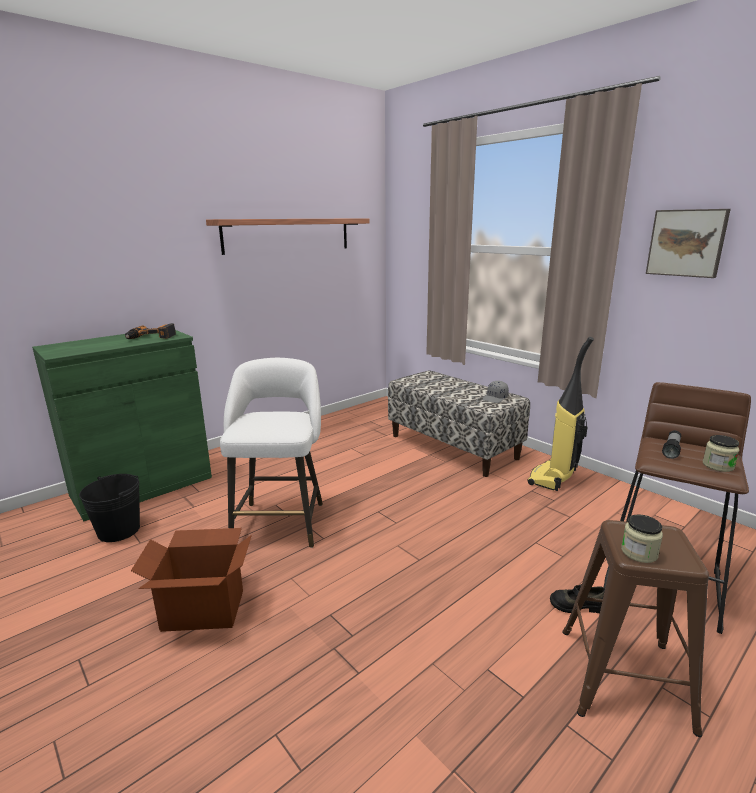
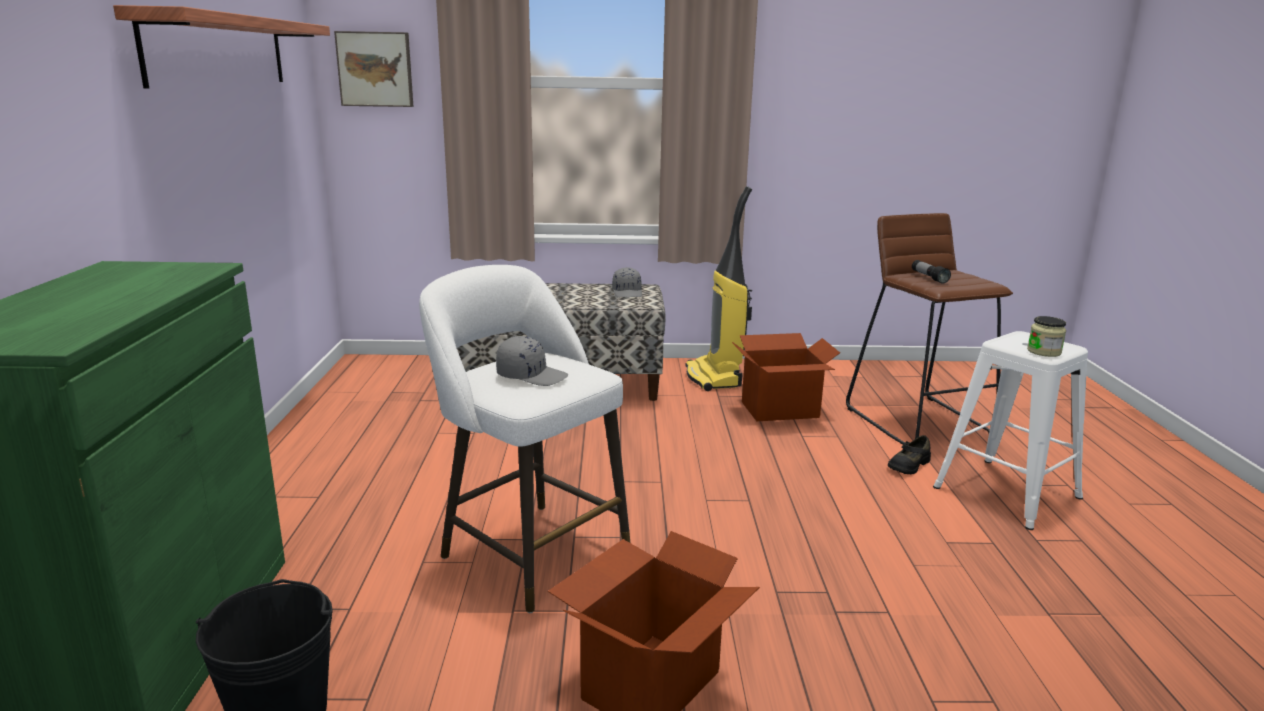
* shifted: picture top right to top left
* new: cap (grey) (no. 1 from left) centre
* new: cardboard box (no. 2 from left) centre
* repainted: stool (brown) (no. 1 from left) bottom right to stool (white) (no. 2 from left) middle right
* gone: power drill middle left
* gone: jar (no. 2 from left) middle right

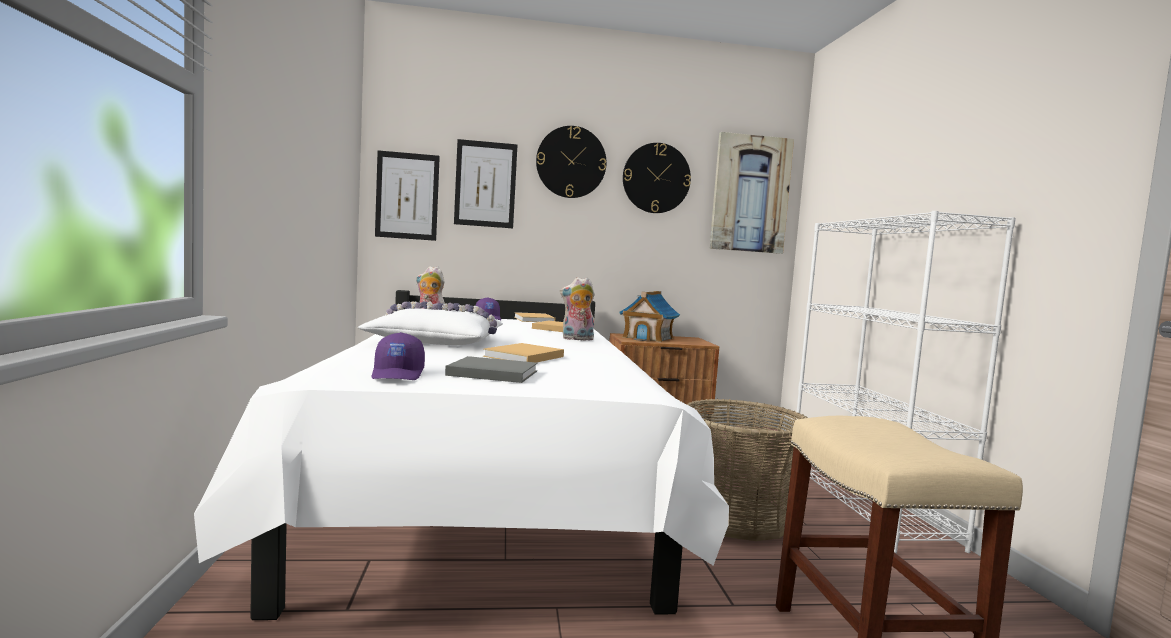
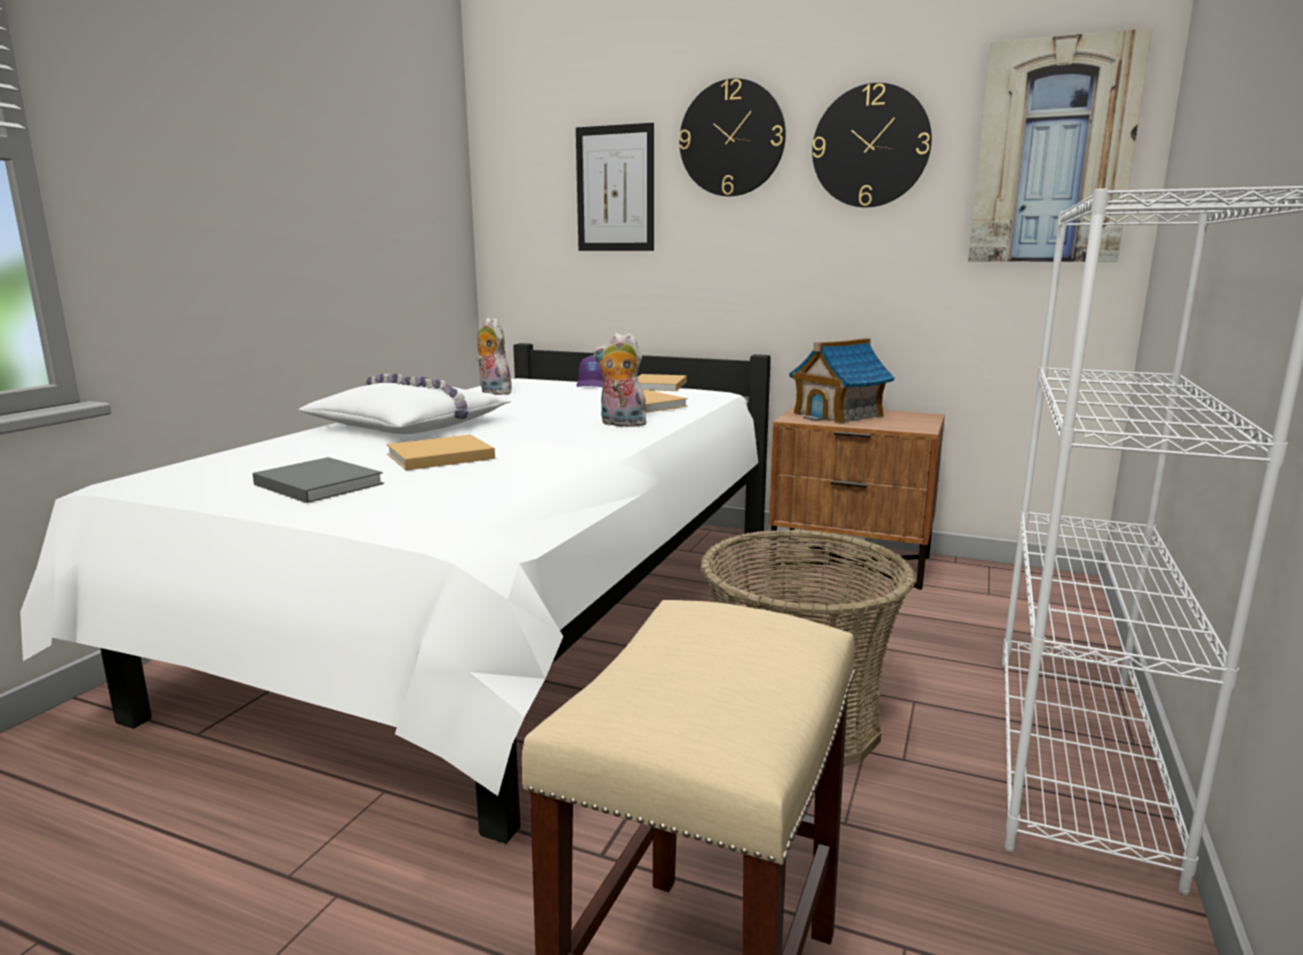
* gone: cap (purple) (no. 1 from left) centre
* gone: picture (no. 1 from left) top centre

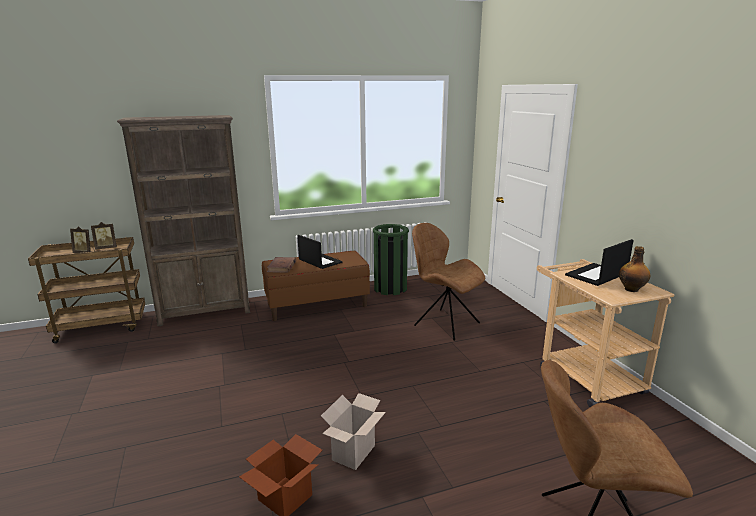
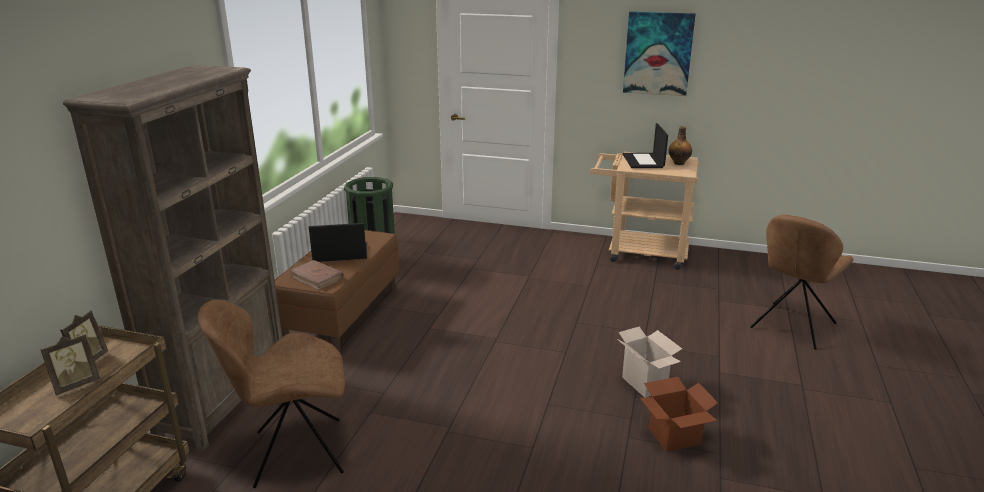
* shifted: chair (brown) (no. 1 from left) centre to bottom left
* new: picture top right

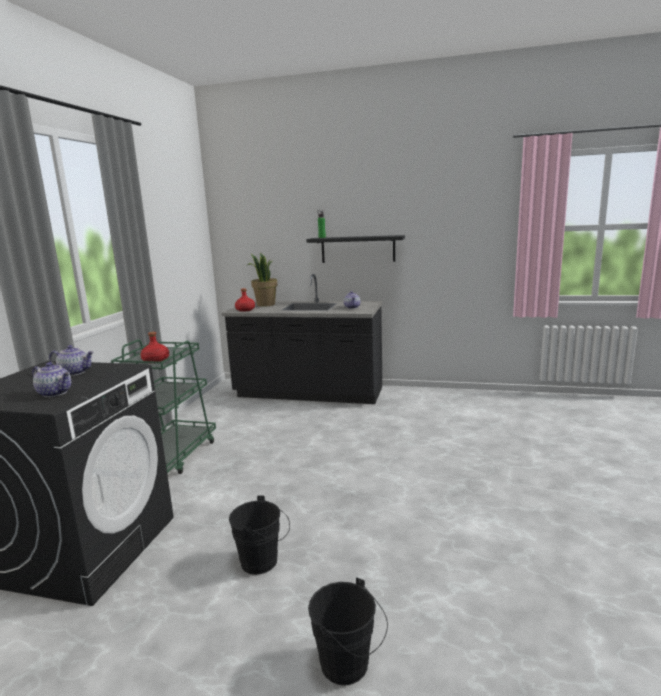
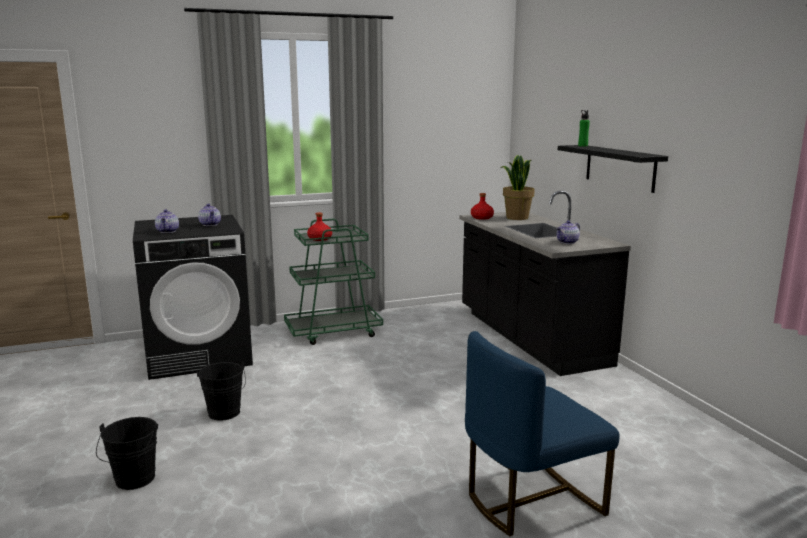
* new: chair (blue) bottom right

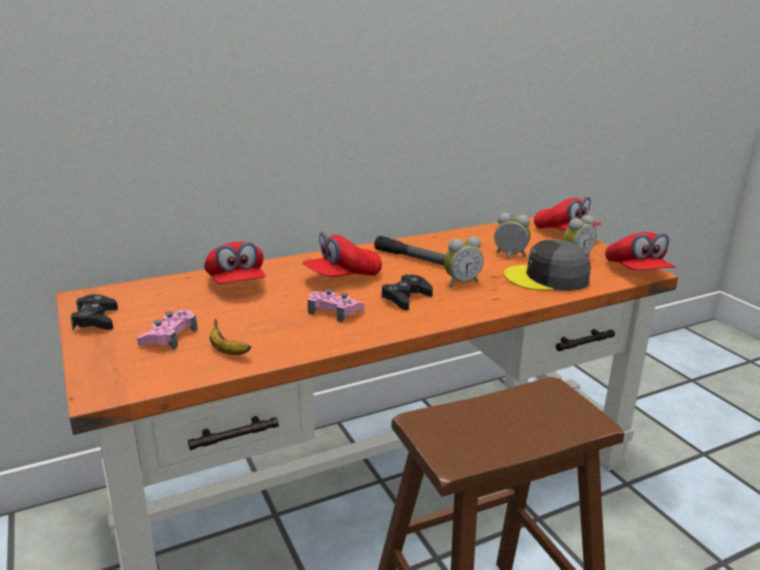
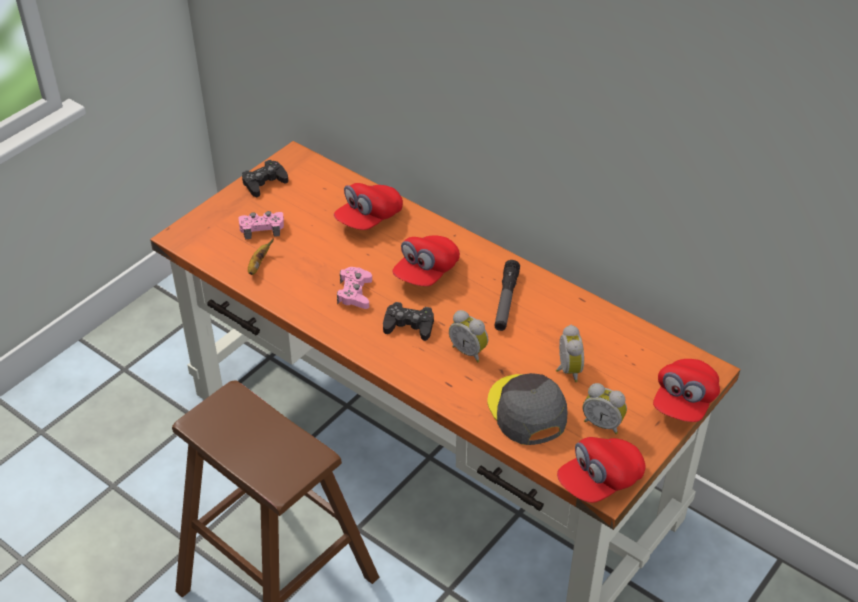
* rotated: cap (red) (no. 2 from left) centre = centre 90 degrees counterclockwise

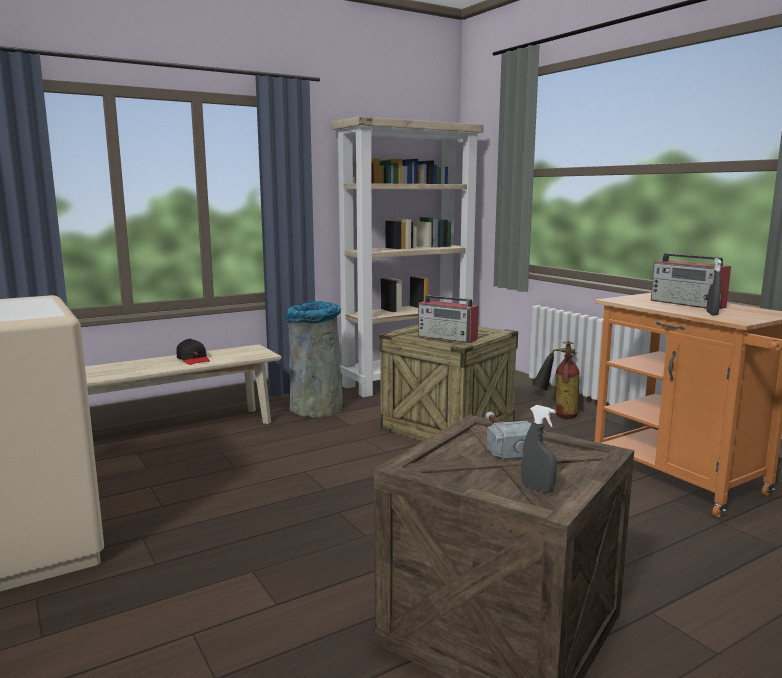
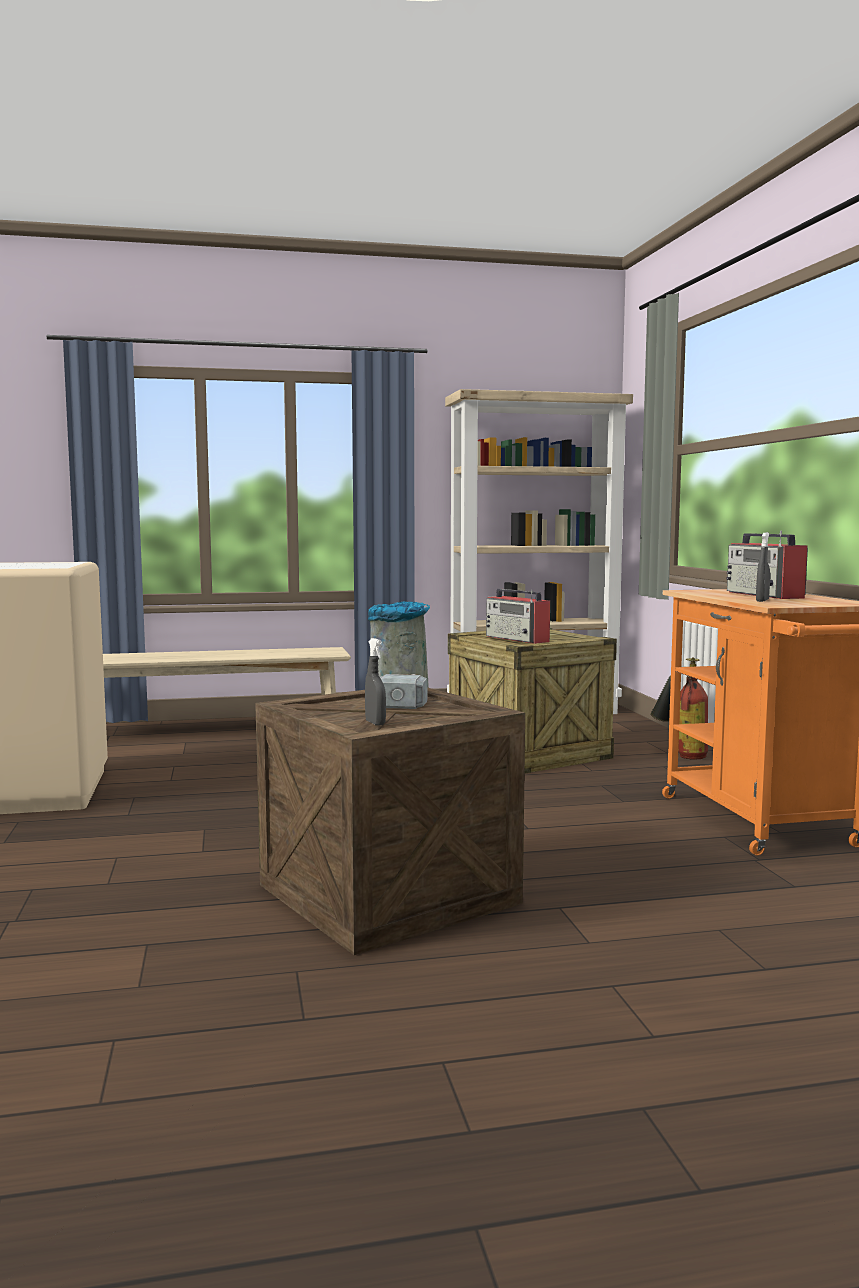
* gone: cap (black) middle left

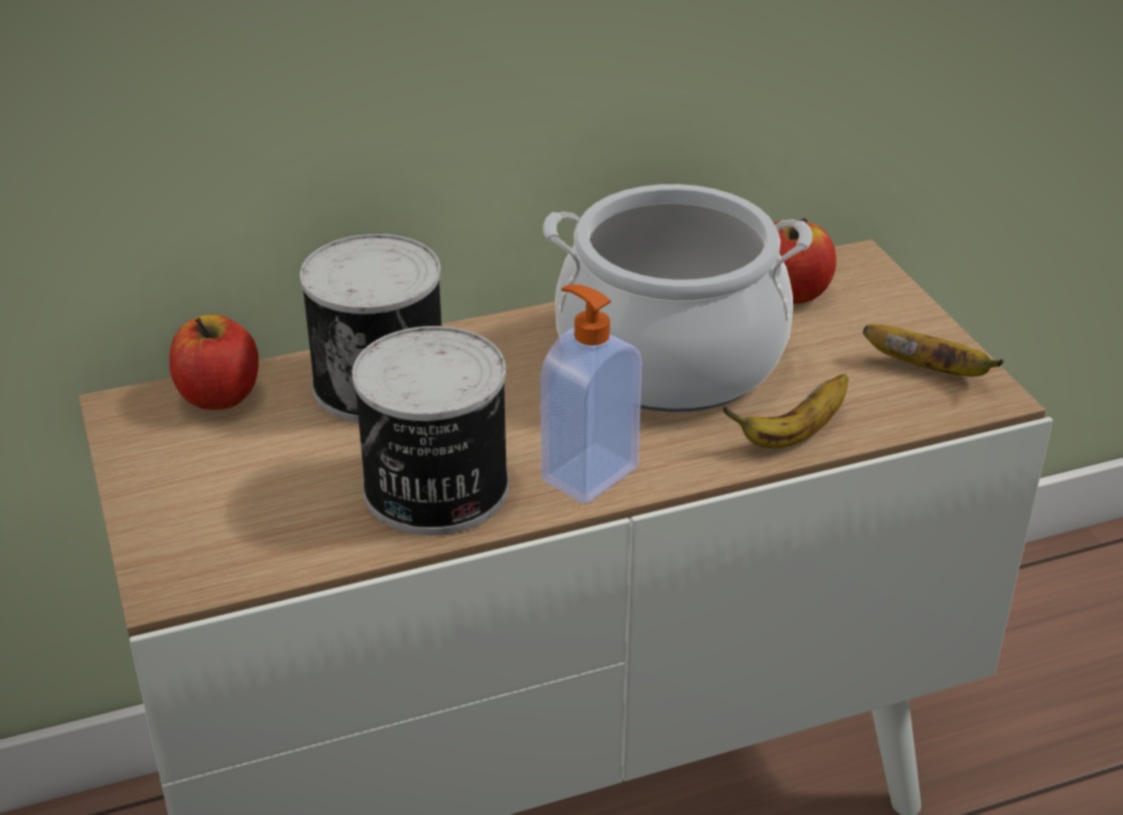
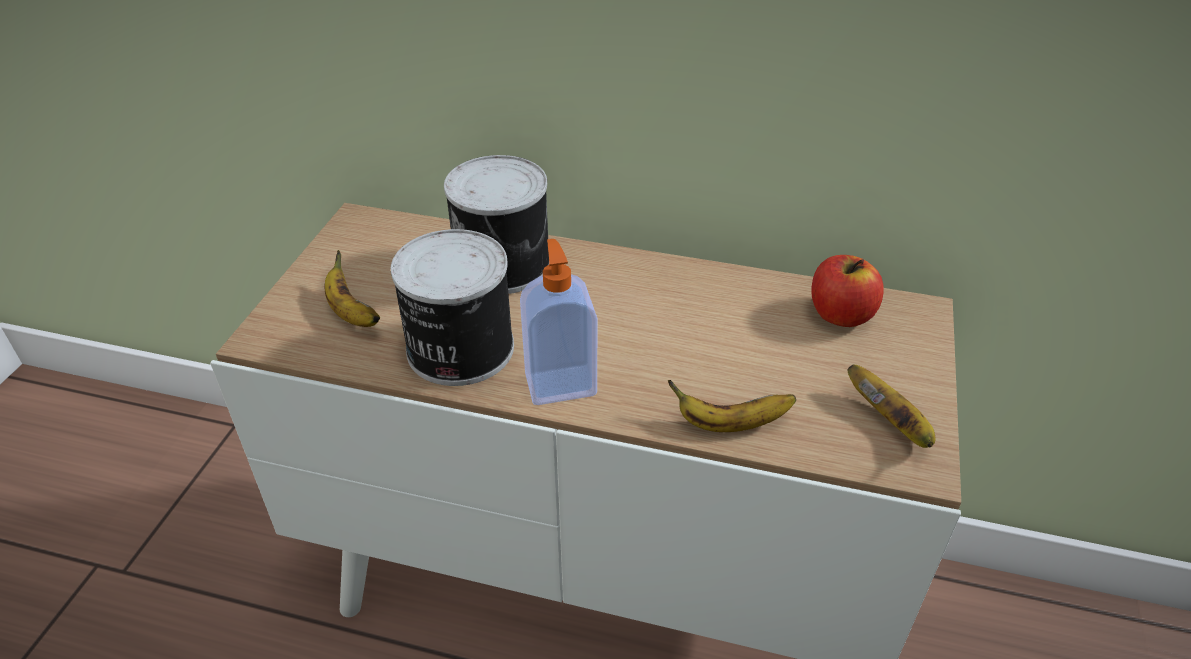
* new: banana (no. 1 from left) middle left
* gone: apple (no. 1 from left) middle left
* gone: cooking pot centre

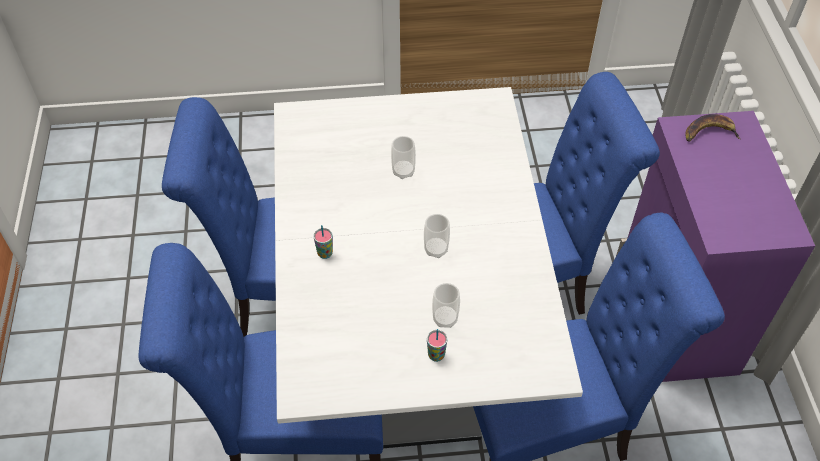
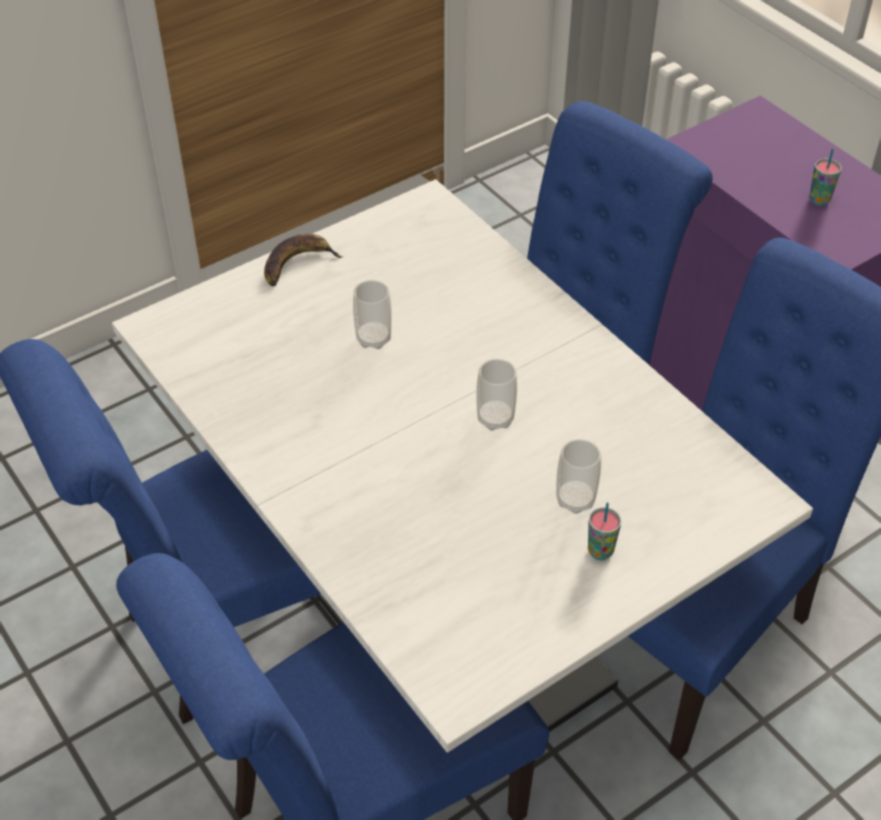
* shifted: banana top right to top centre
* shifted: cup (no. 1 from left in the first image) centre to cup (no. 5 from left) top right

